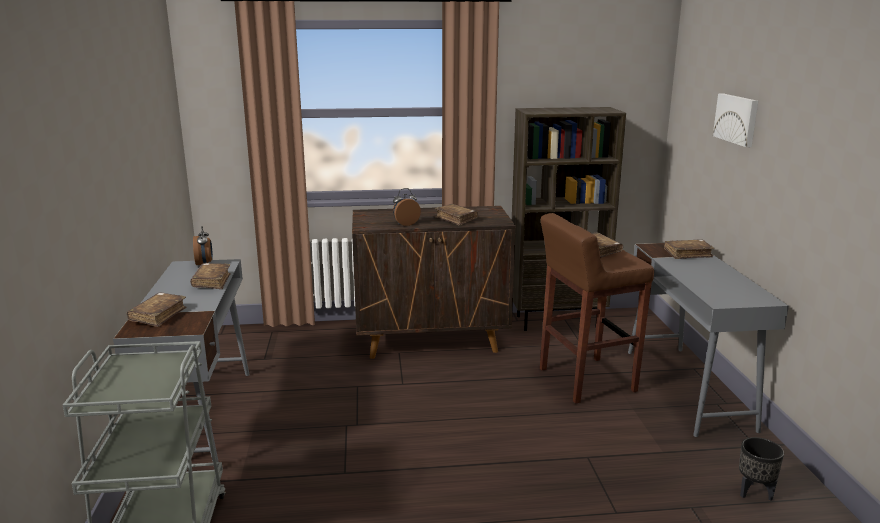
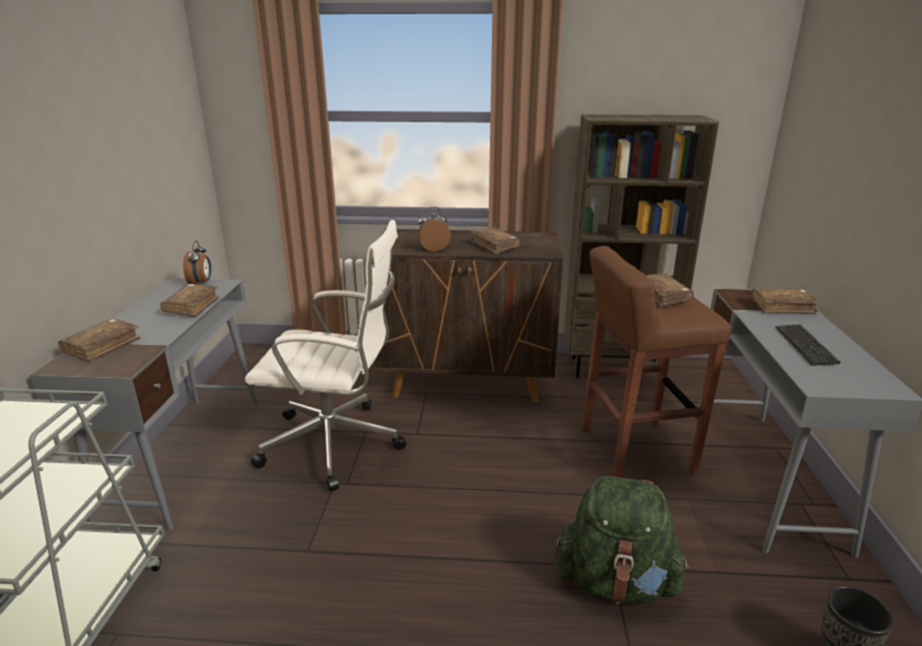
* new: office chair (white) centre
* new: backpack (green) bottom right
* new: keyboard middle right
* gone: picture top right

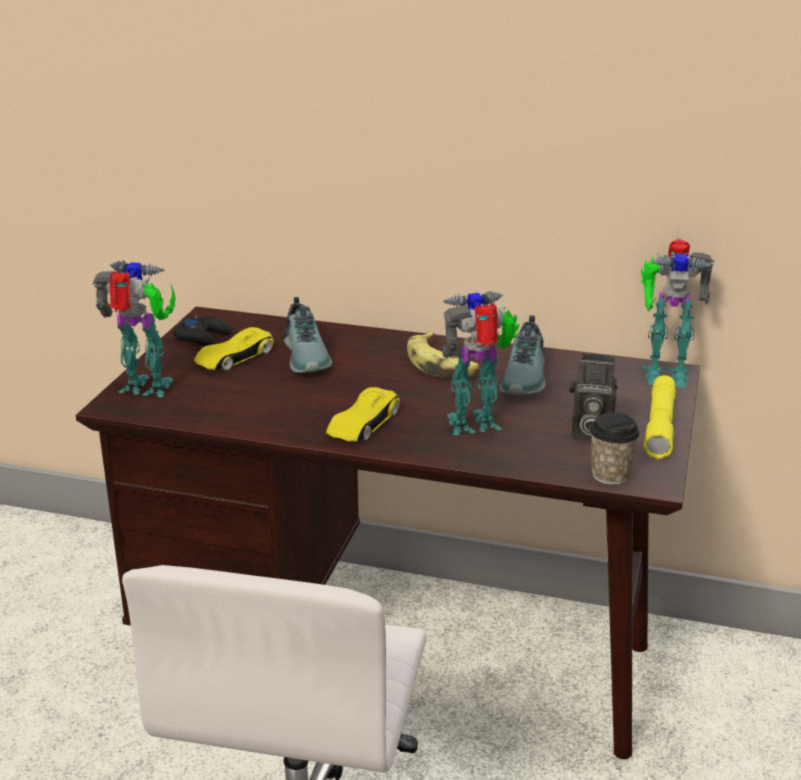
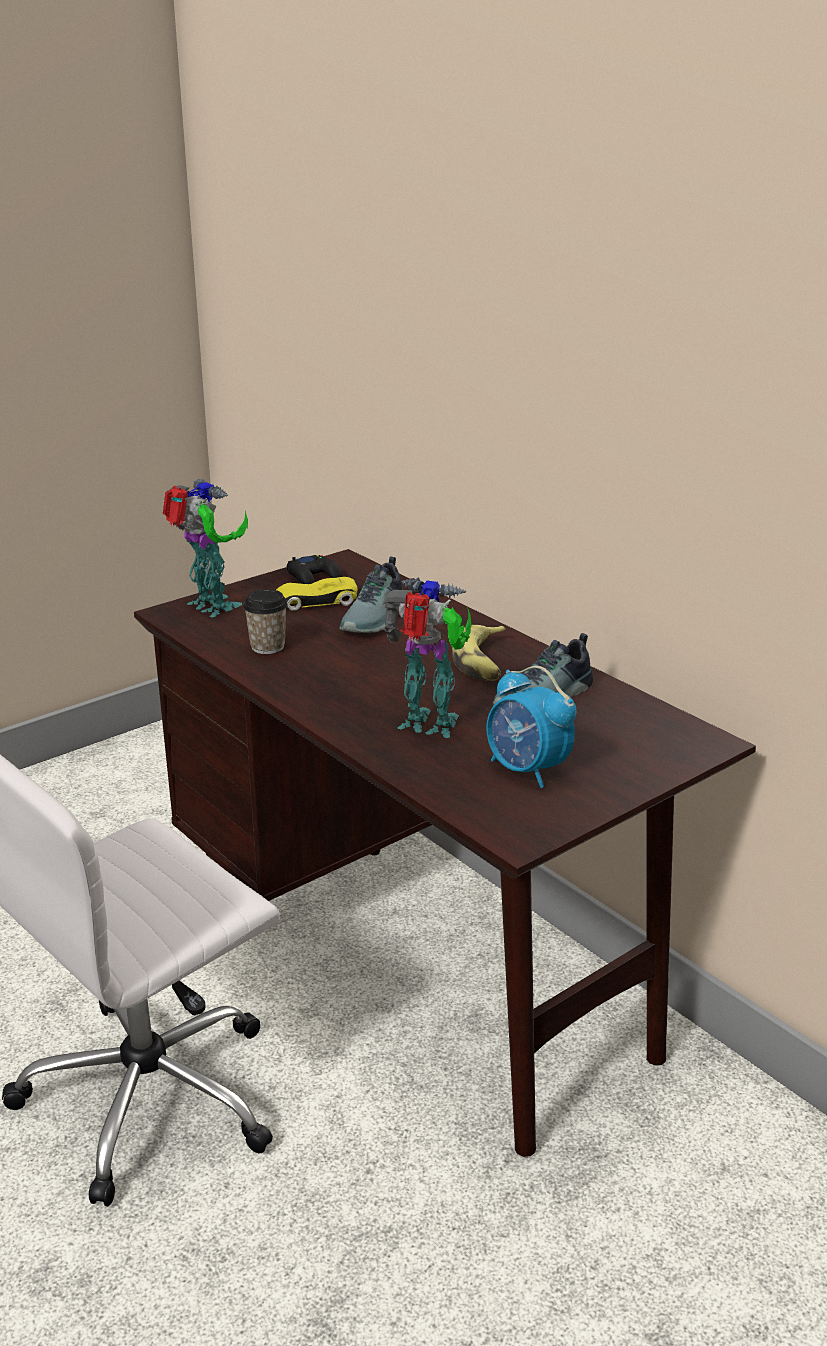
* shifted: cup middle right to middle left
* swapped: photo camera middle right to alarm clock centre
* gone: toy car (yellow) (no. 2 from left) centre
* gone: toy robot (no. 3 from left) middle right
* gone: flashlight (yellow) middle right

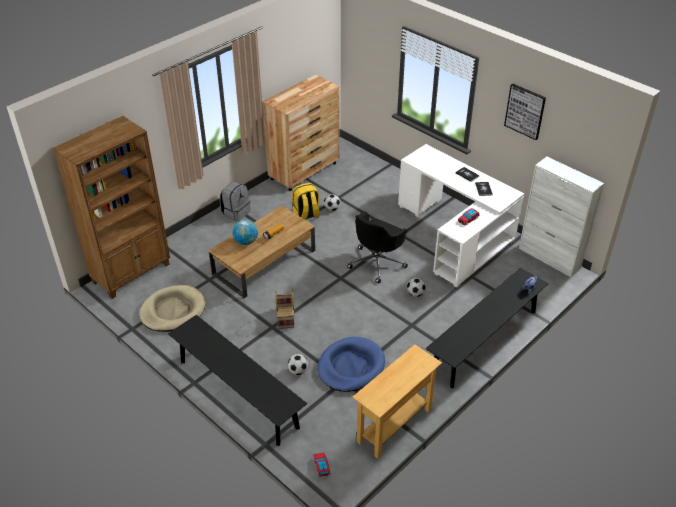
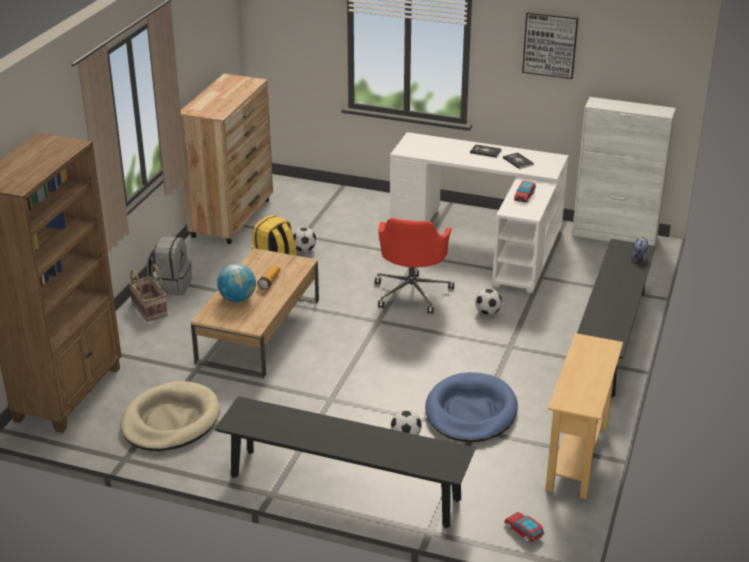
* shifted: basket centre to middle left
* repainted: office chair (black) centre to office chair (red) centre

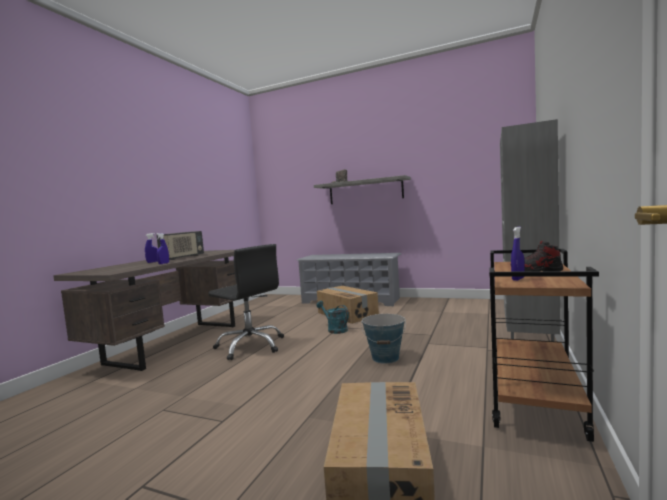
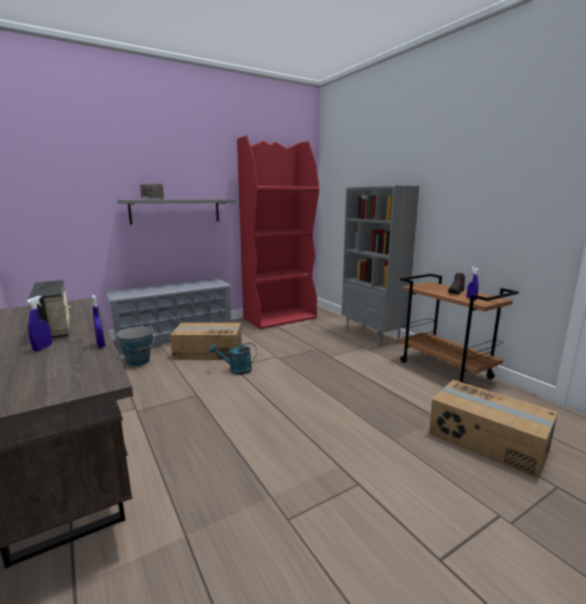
* shifted: bucket bottom centre to middle left
* new: bookcase (red) centre
* gone: office chair (black) centre

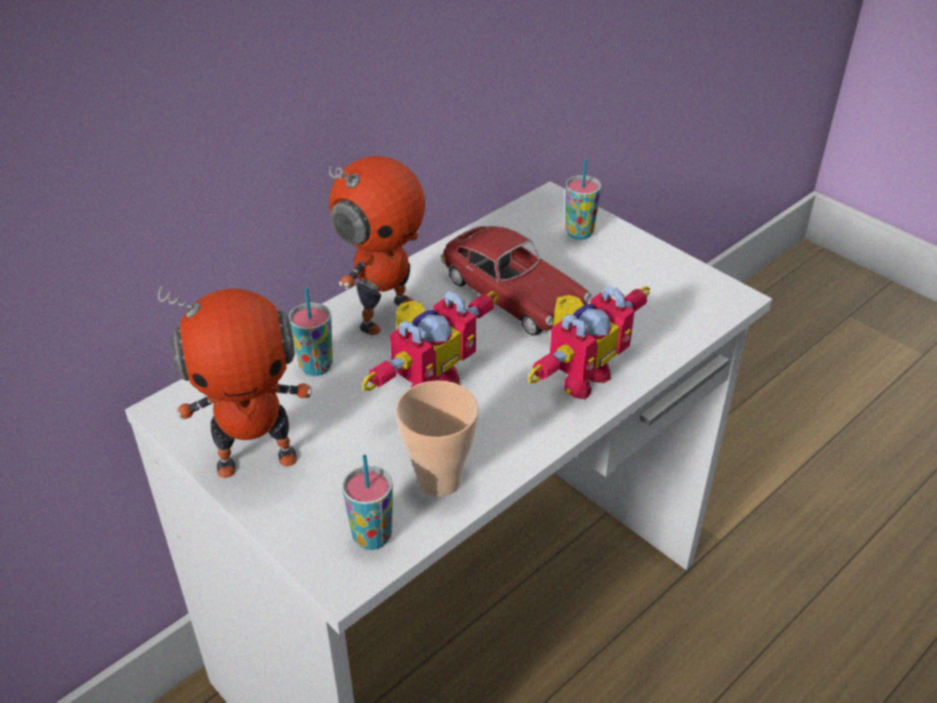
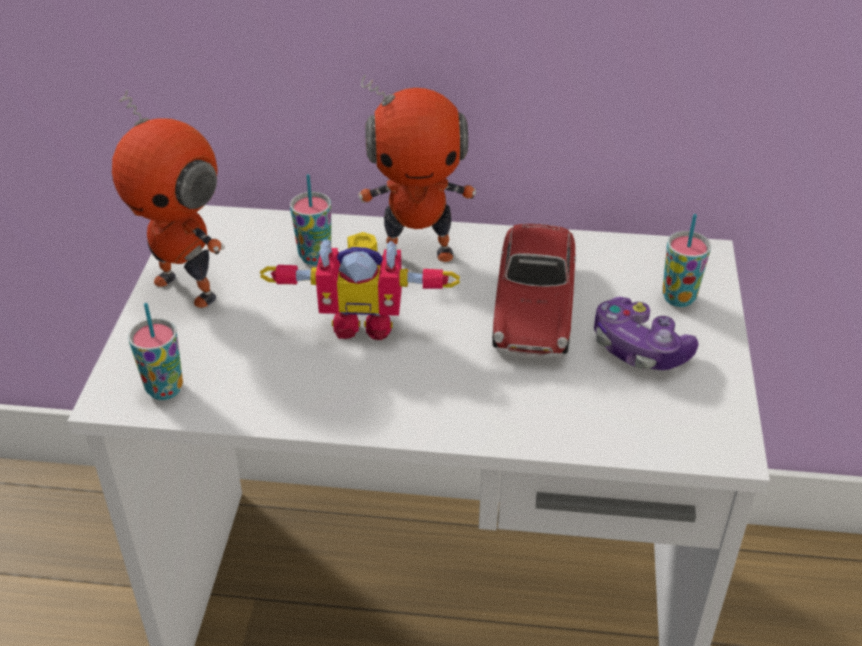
* new: game controller middle right
* gone: cup (no. 3 from left) centre
* gone: toy robot (no. 4 from left) centre

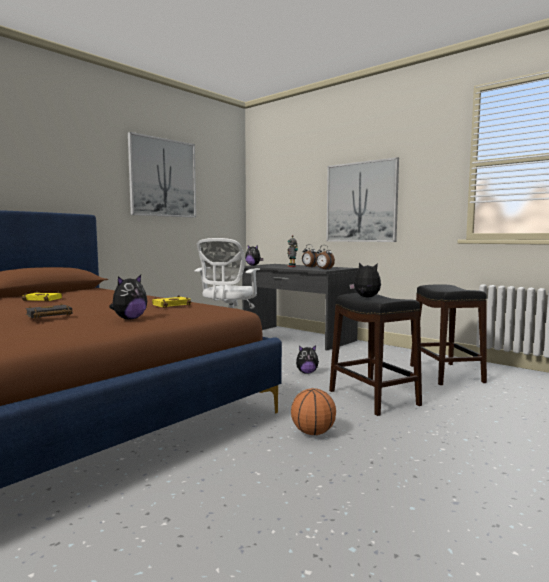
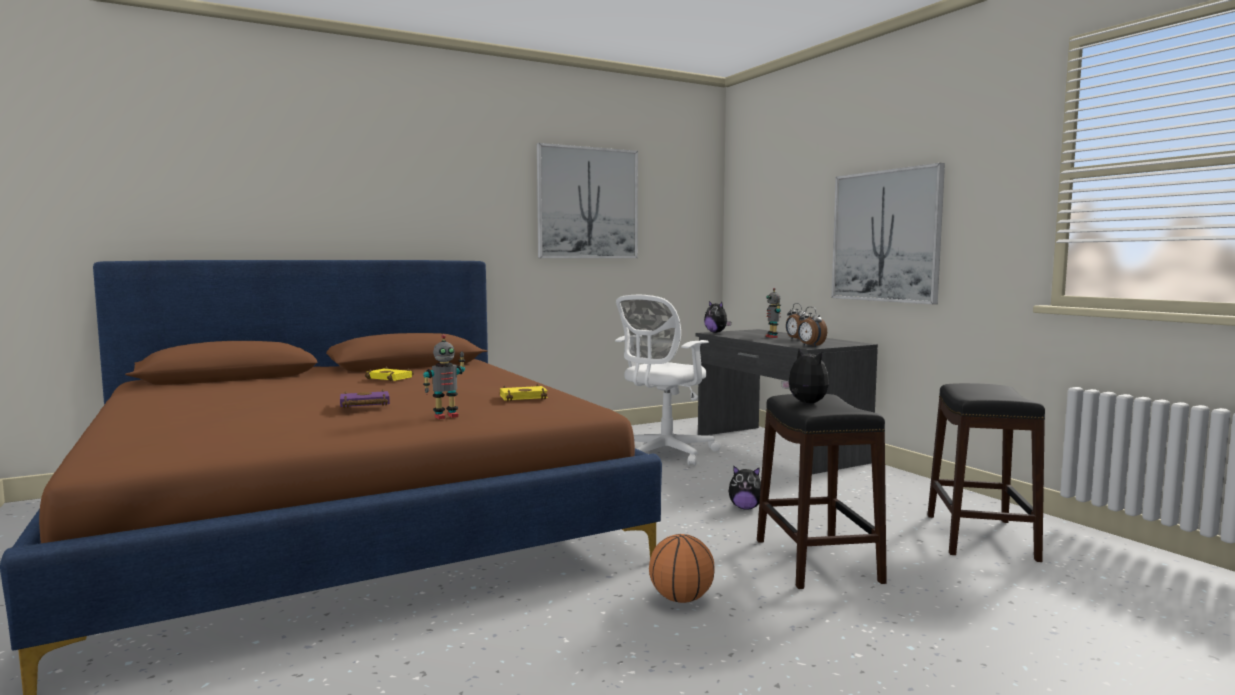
* repainted: book (black) middle left to book (purple) middle left
* swapped: plush toy (no. 1 from left) middle left to toy robot (no. 1 from left) centre

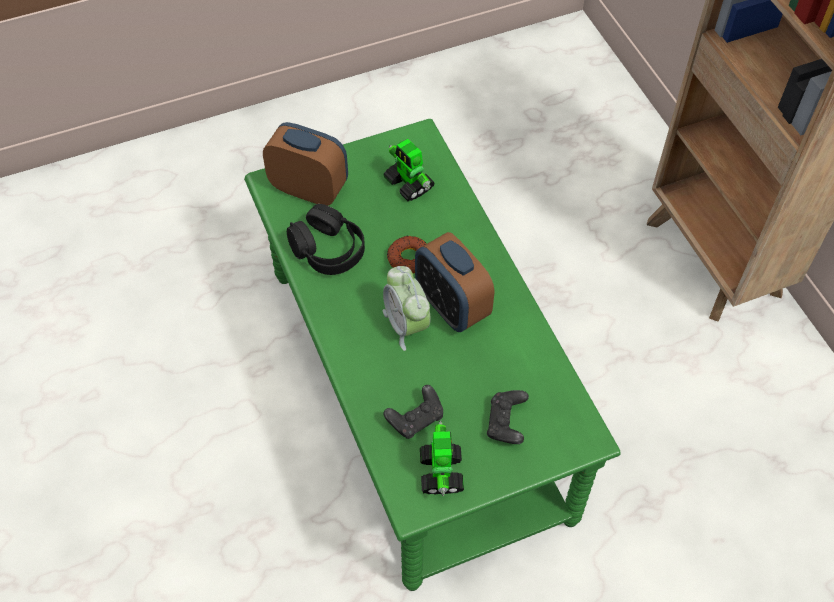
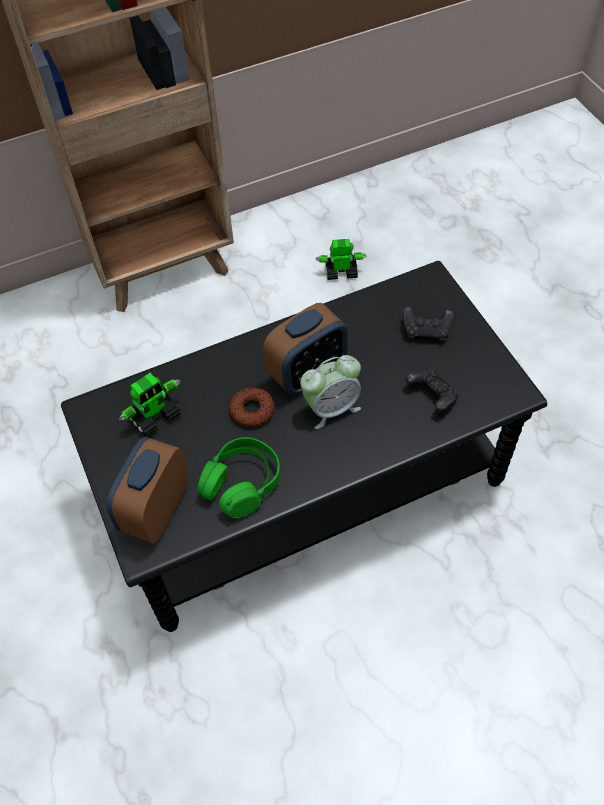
* repainted: coffee table (green) centre to coffee table (black) centre
* repainted: headphones (black) centre to headphones (green) centre
* shifted: toy robot (no. 2 from left) bottom centre to top centre

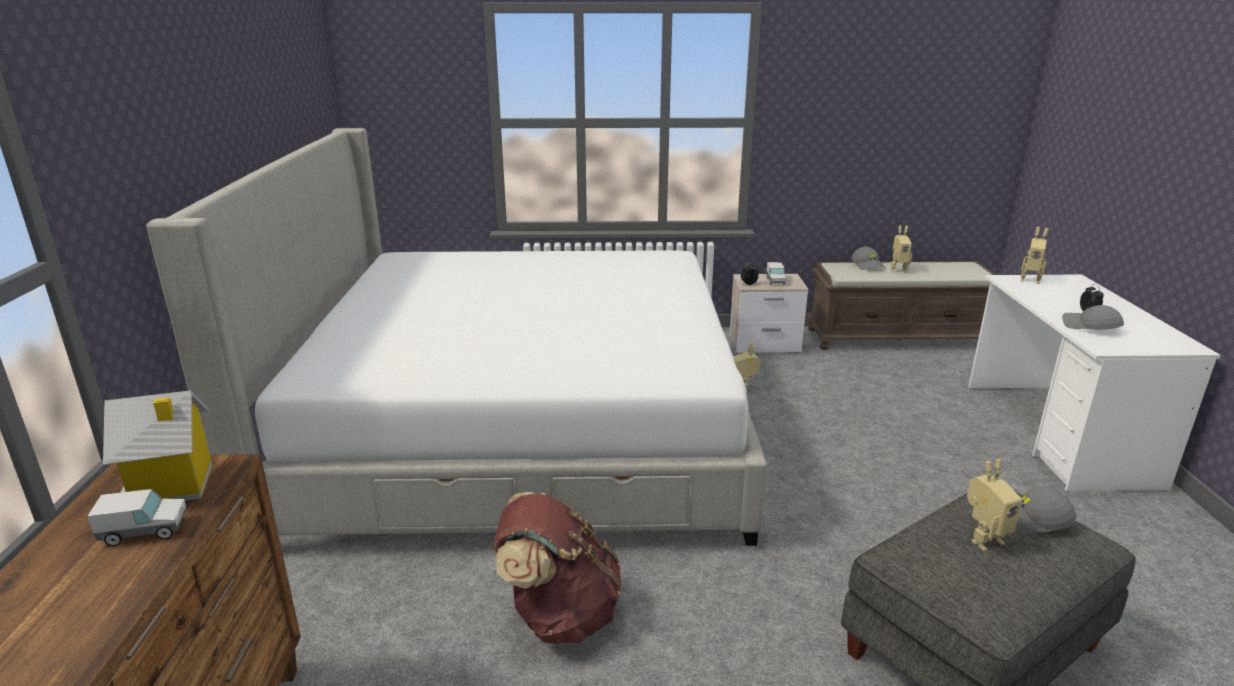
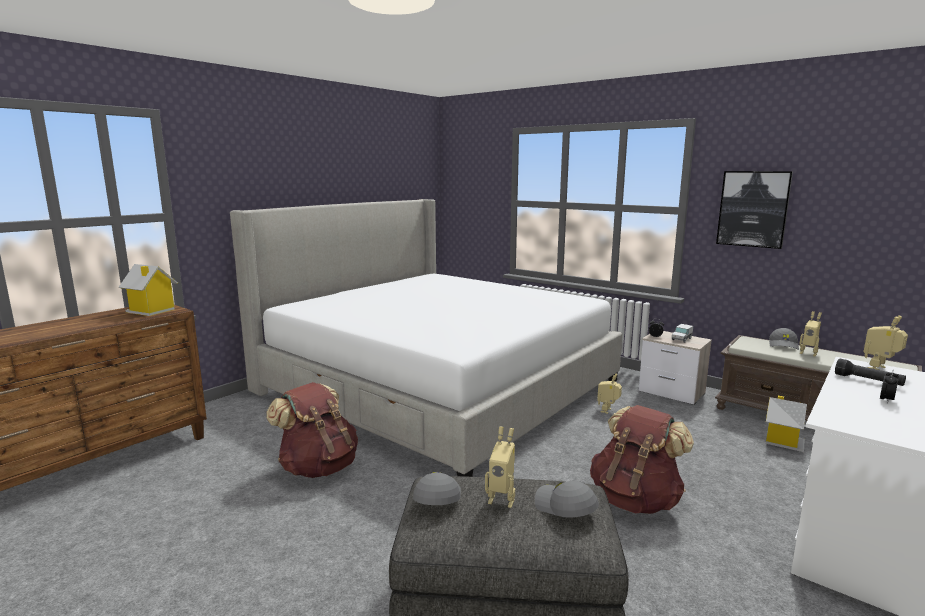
* shifted: cap (grey) (no. 3 from left in the first image) middle right to cap (grey) (no. 1 from left) bottom centre
* new: backpack (brown) (no. 2 from left) bottom right
* new: picture middle right
* new: toy house (no. 2 from left) bottom right
* new: flashlight (black) middle right
* rotated: toy robot (no. 4 from left) middle right = middle right 75 degrees clockwise
* gone: toy truck (no. 1 from left) bottom left

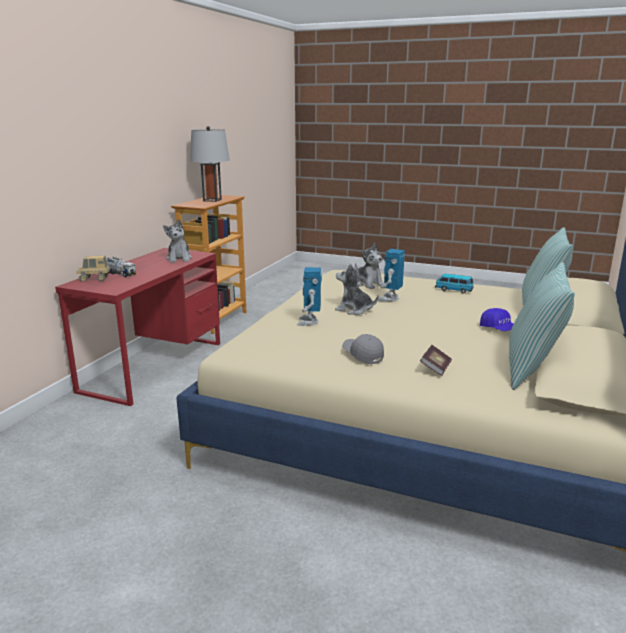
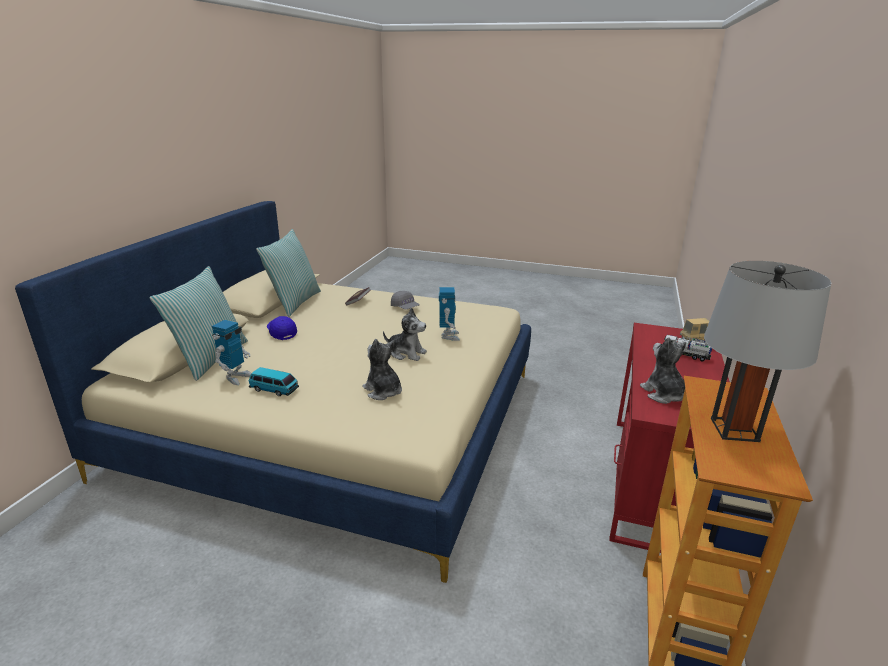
* shifted: toy robot (no. 2 from left in the first image) centre to toy robot (no. 1 from left) middle left

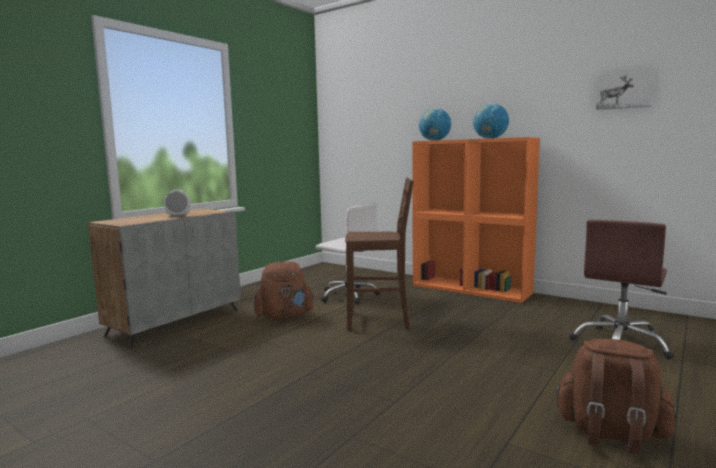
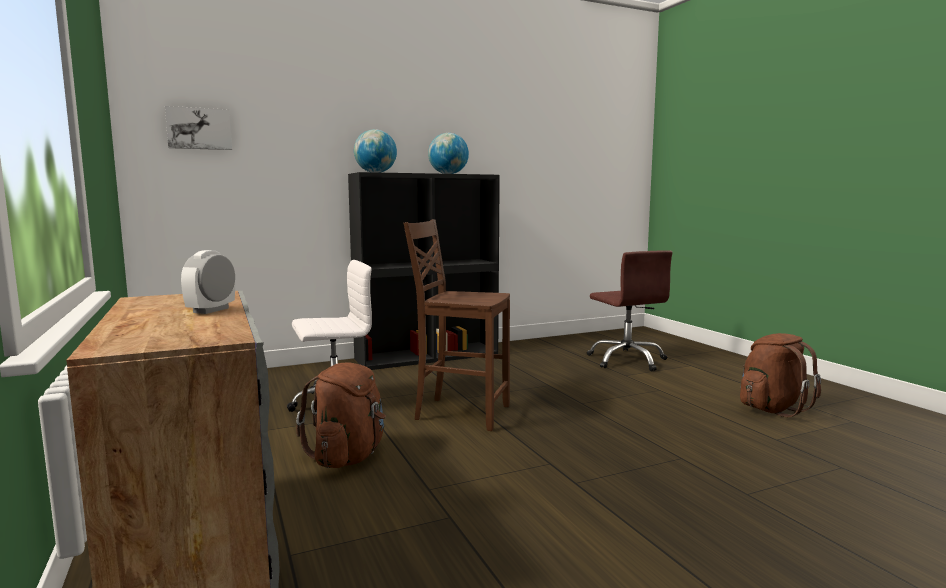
* shifted: picture top right to top left
* repainted: bookcase (orange) centre to bookcase (black) centre
* rotated: chair (brown) centre = centre 105 degrees counterclockwise

